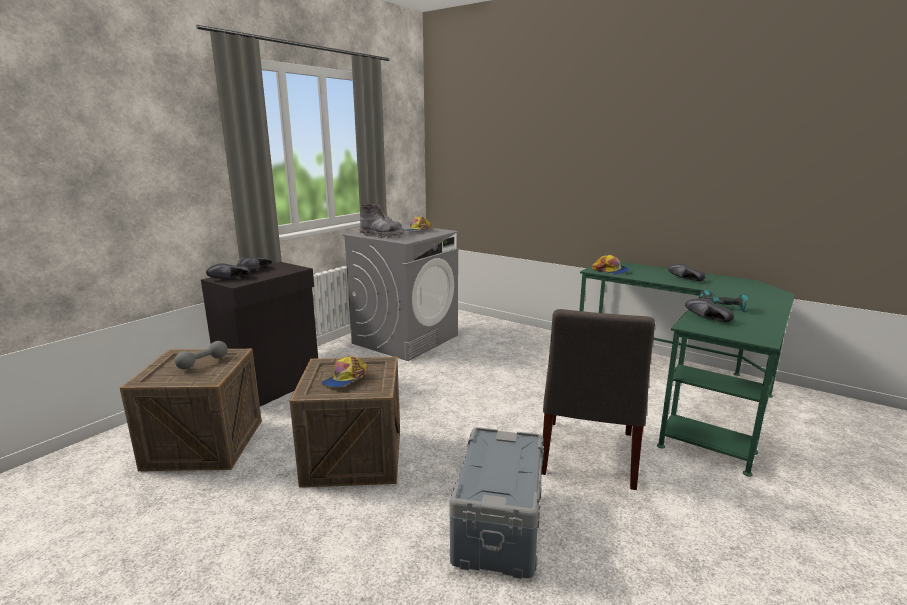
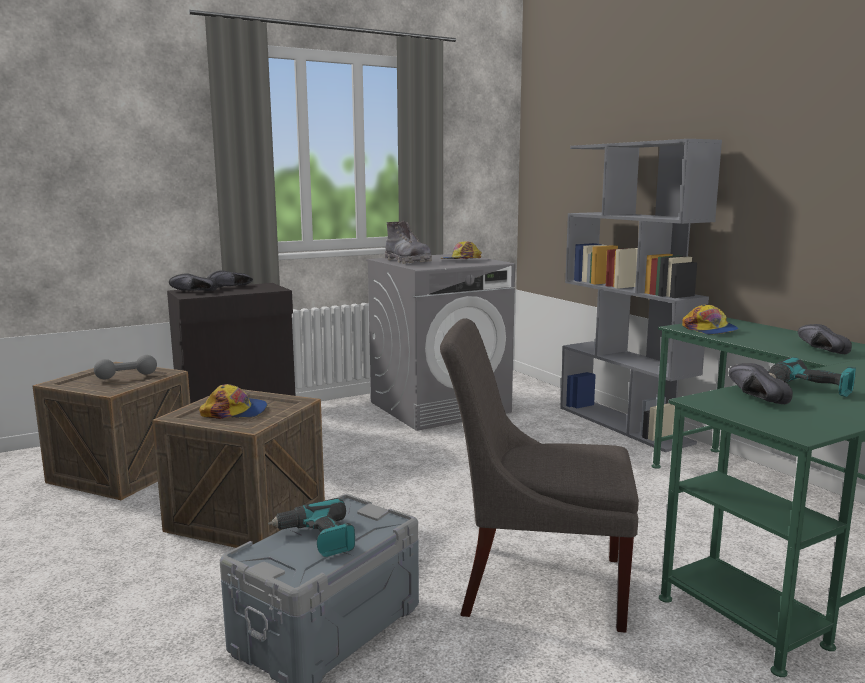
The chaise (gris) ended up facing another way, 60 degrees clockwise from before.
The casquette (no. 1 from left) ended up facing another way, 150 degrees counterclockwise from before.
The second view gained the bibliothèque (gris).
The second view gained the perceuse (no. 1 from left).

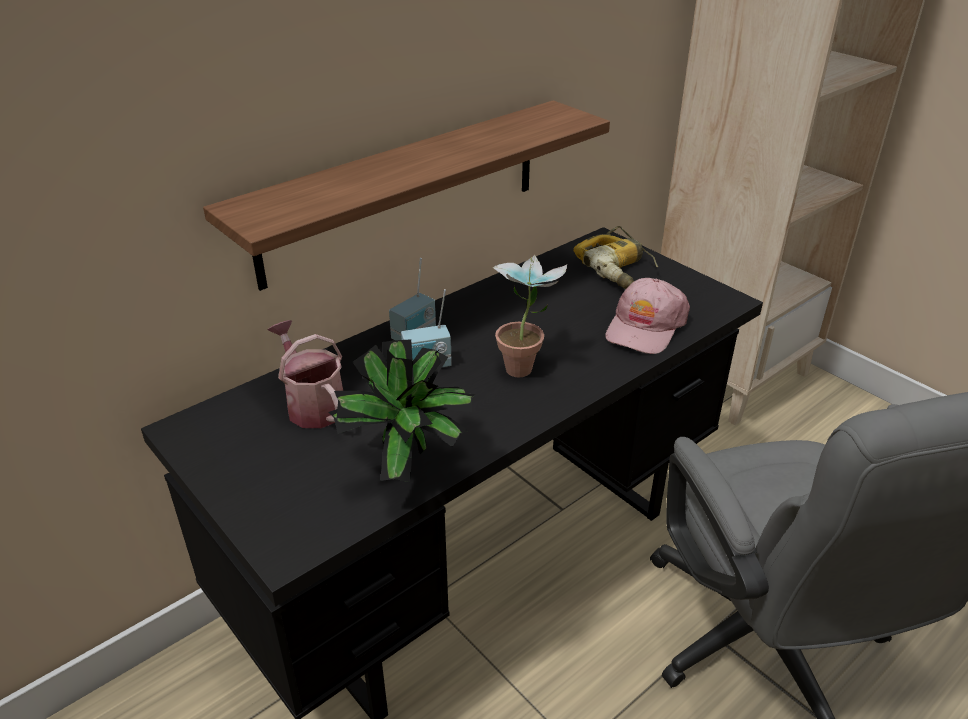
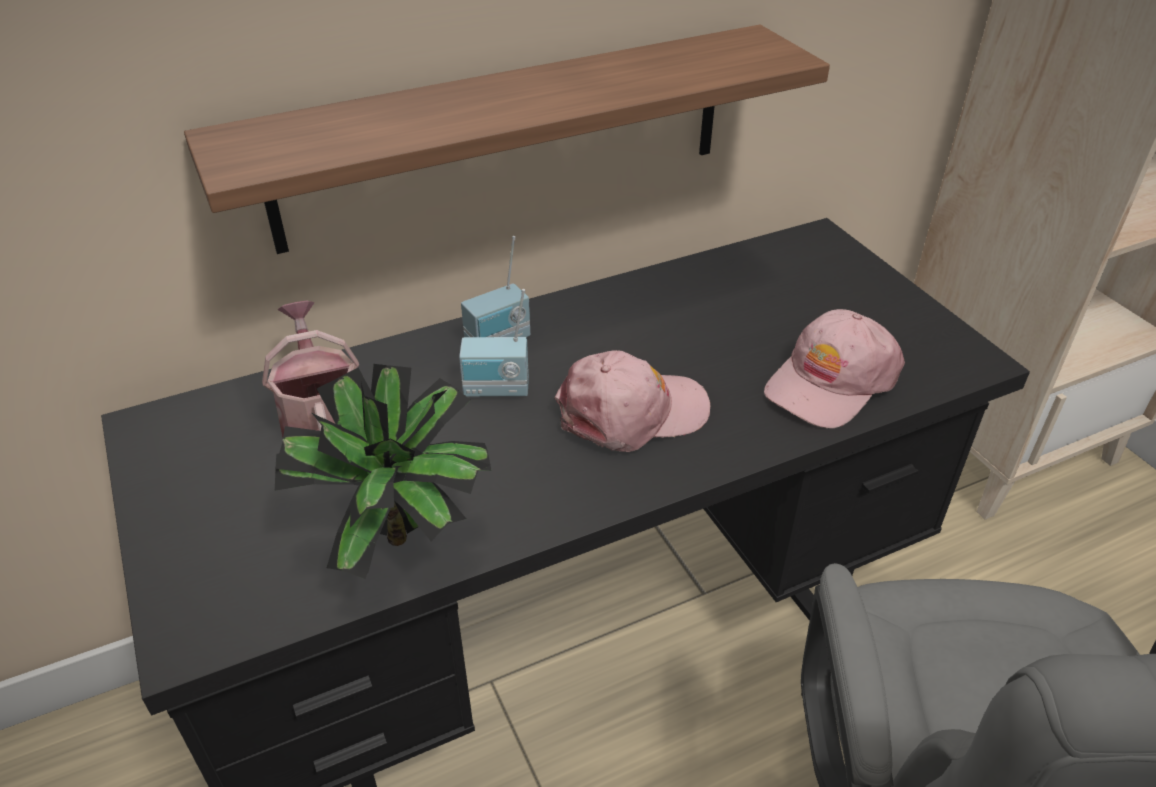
The second view lost the perceuse.
Where the plante en pot (no. 2 from left) stood, the casquette (rose) (no. 1 from left) came to stand.

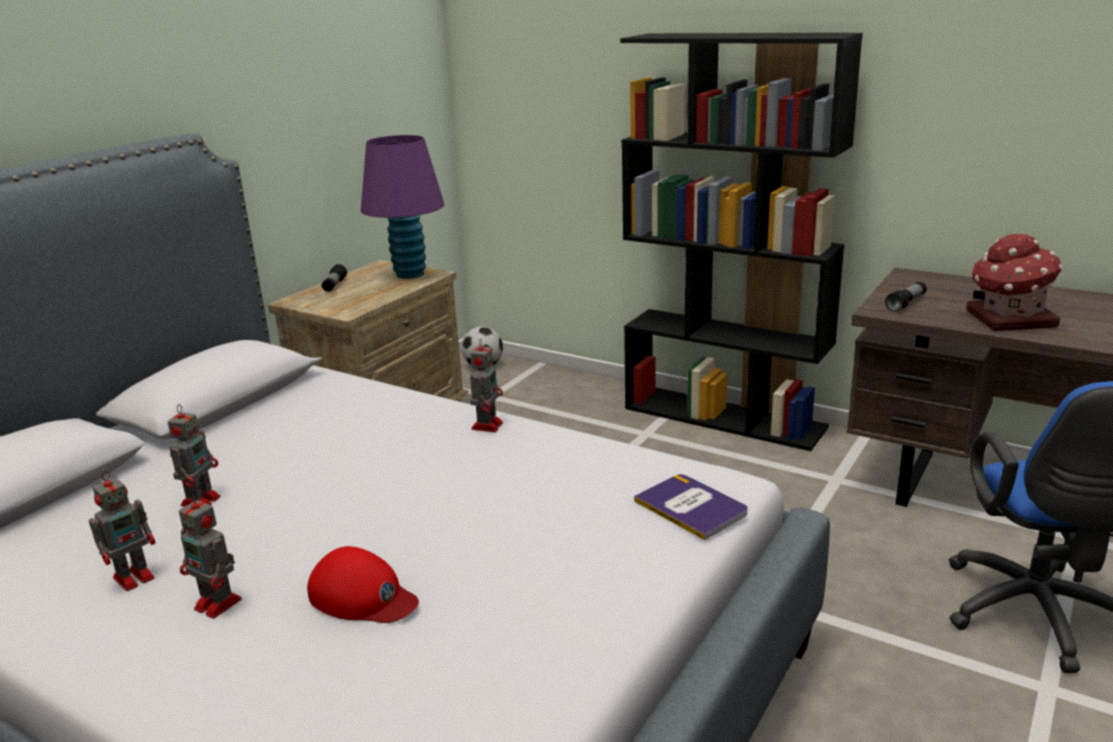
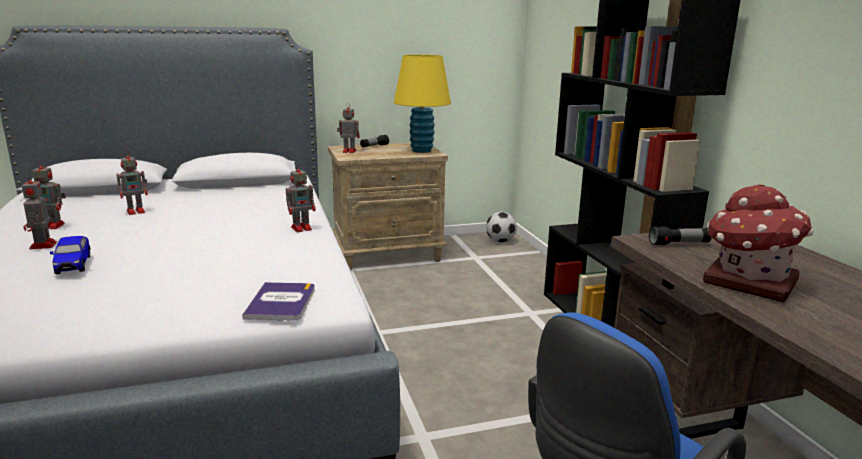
What was the lampe de table (violet) turned into the lampe de table (jaune).
Where the casquette (rouge) stood, the petite voiture came to stand.
The second view gained the robot jouet (no. 5 from left).

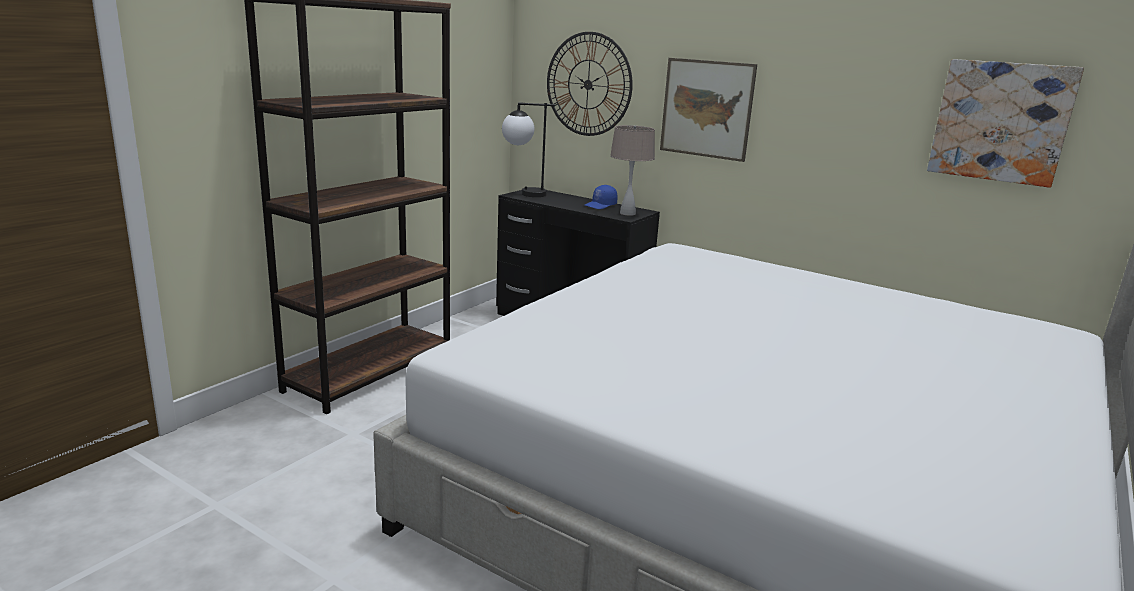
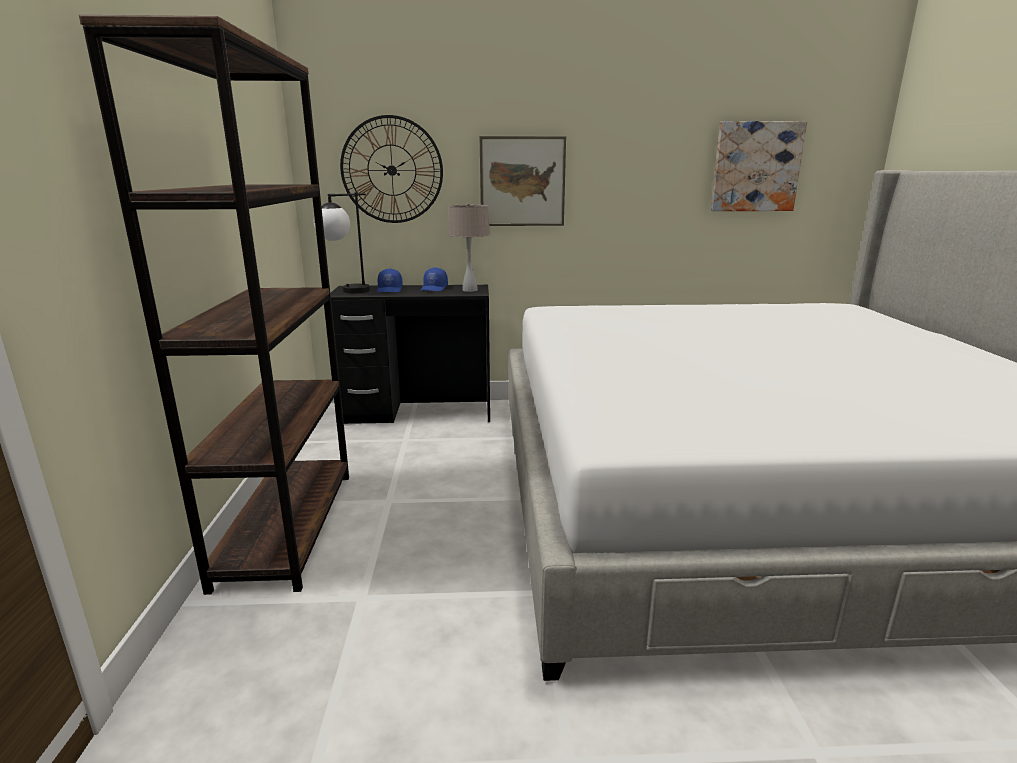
The second view gained the casquette (bleu) (no. 1 from left).

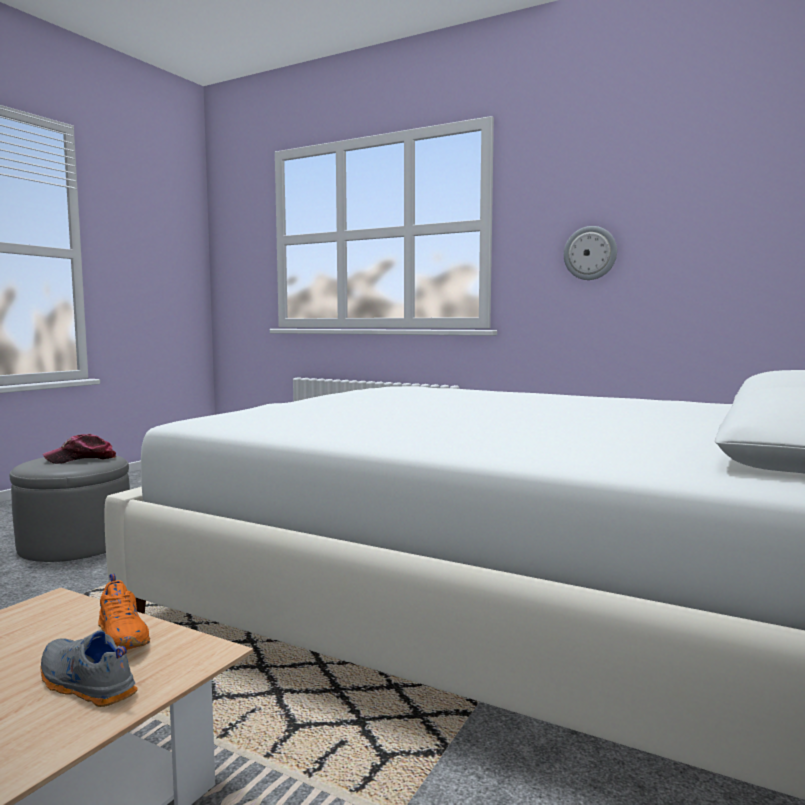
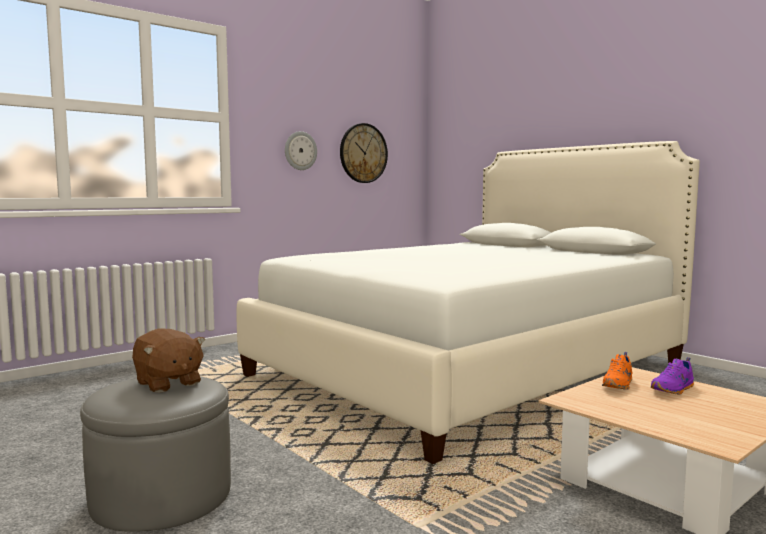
Where the casquette stood, the peluche (marron) came to stand.
The chaussure (orange) ended up facing another way, 135 degrees clockwise from before.
What was the chaussure (gris) turned into the chaussure (violet).
The second view gained the horloge murale (no. 2 from left).

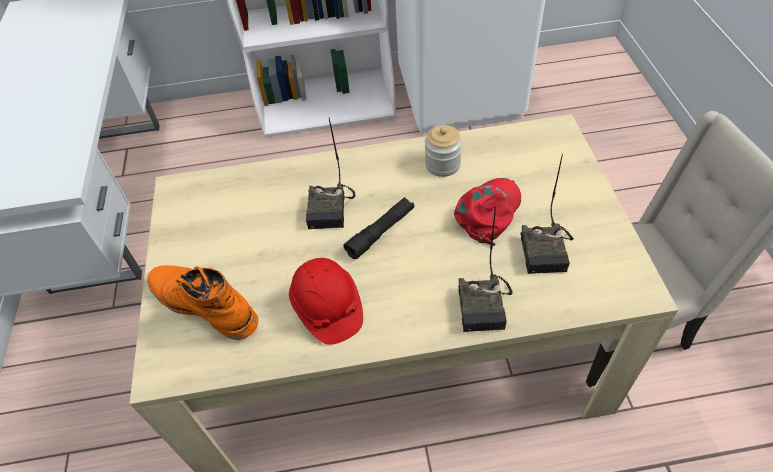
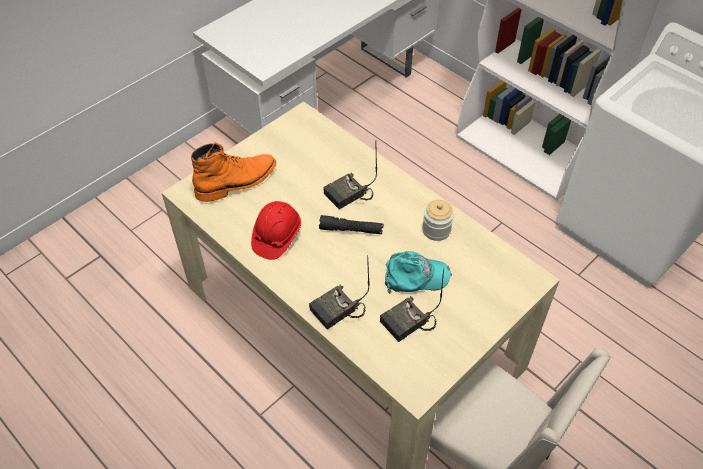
What was the casquette (rouge) turned into the casquette (turquoise).
The botte (orange) ended up facing another way, 60 degrees clockwise from before.

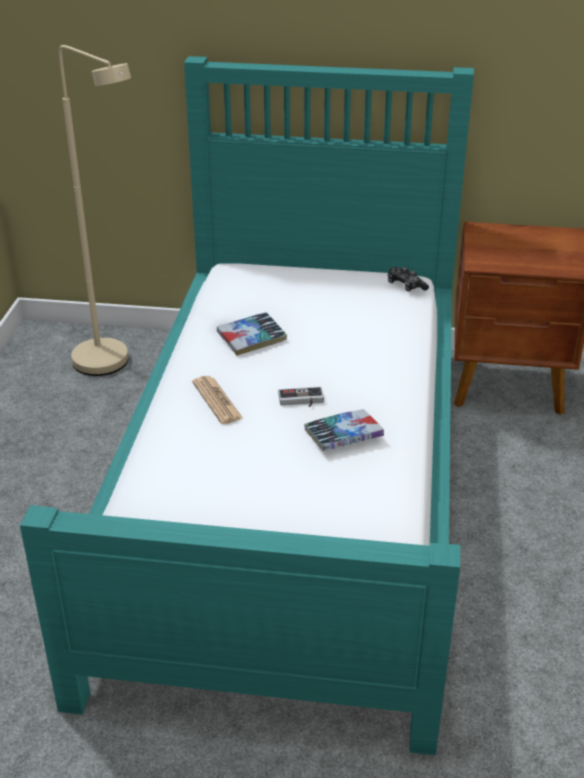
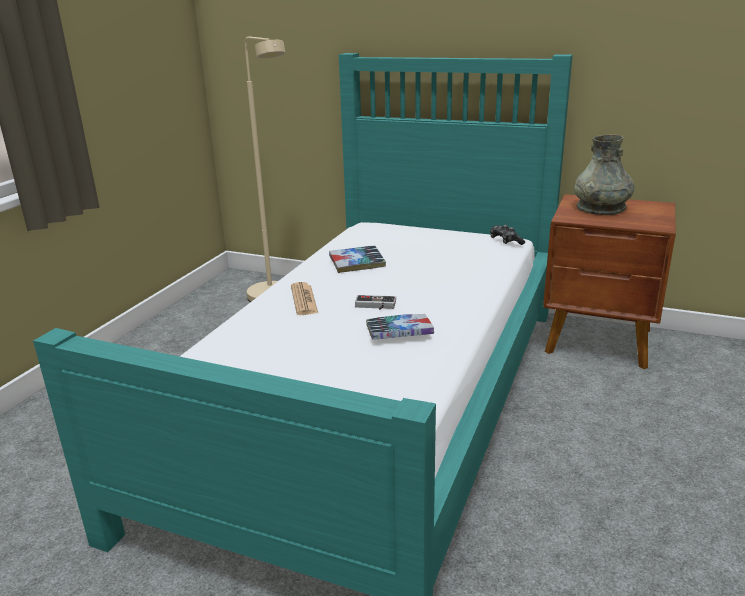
The second view gained the vase (gris).

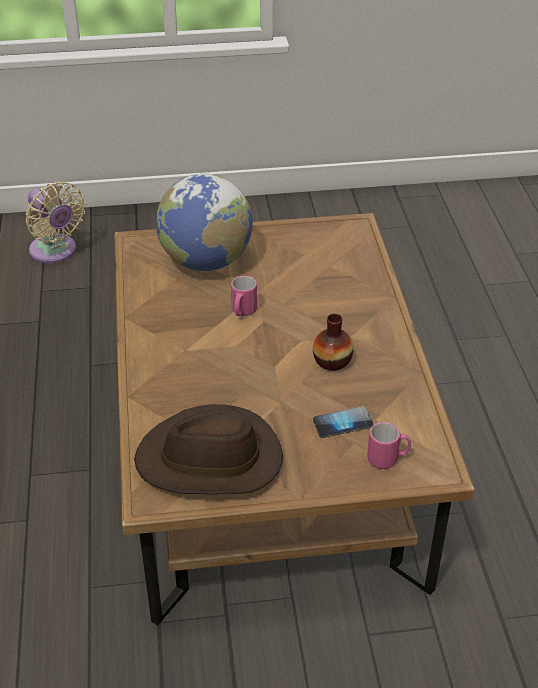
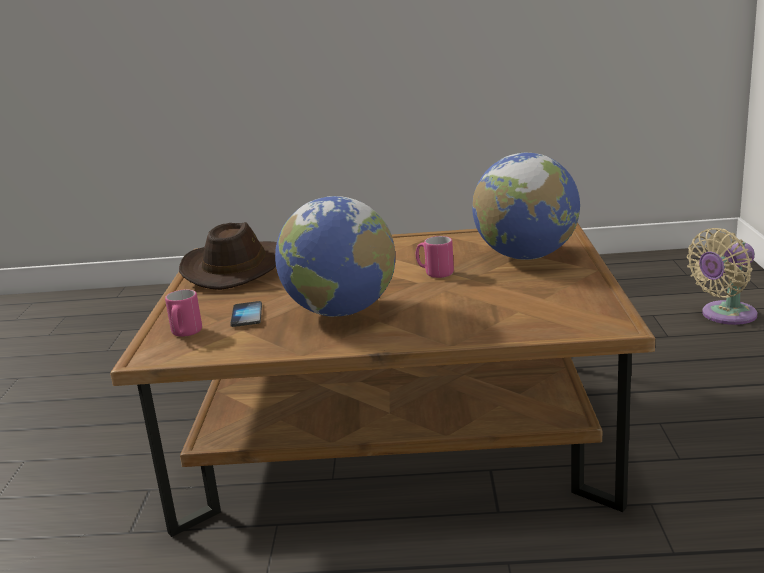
Where the vase stood, the globe (no. 1 from left) came to stand.

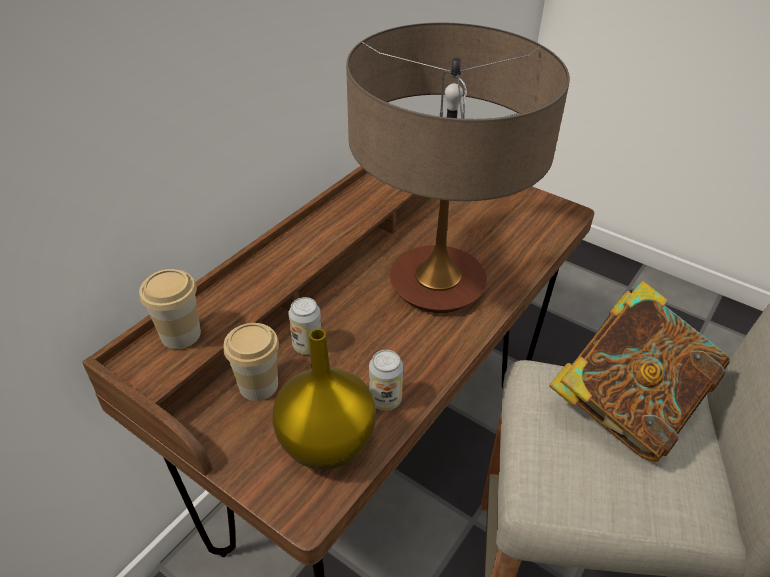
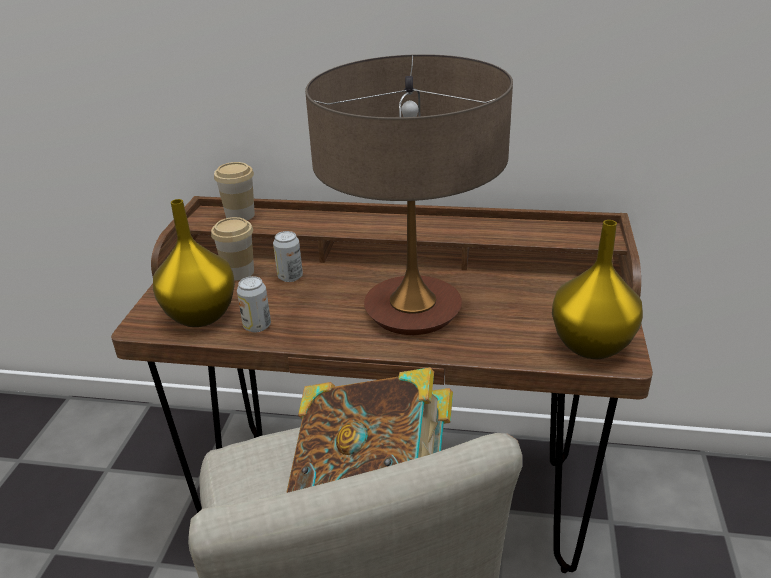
The second view gained the vase (jaune) (no. 2 from left).

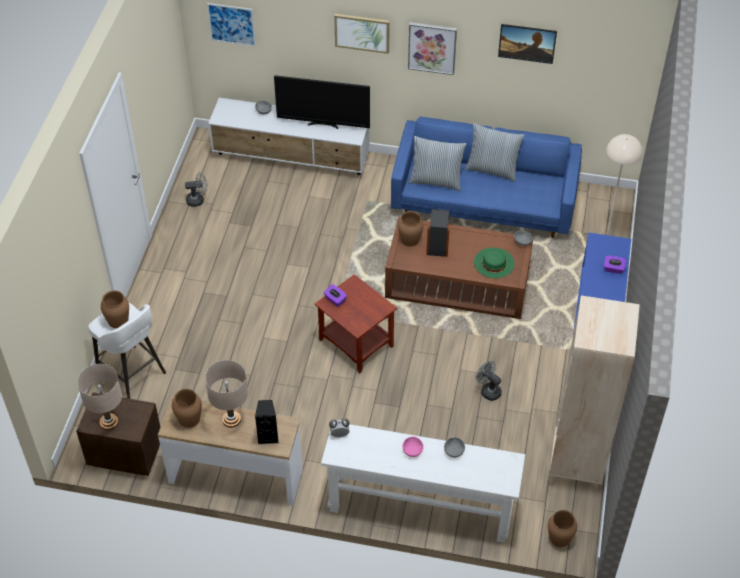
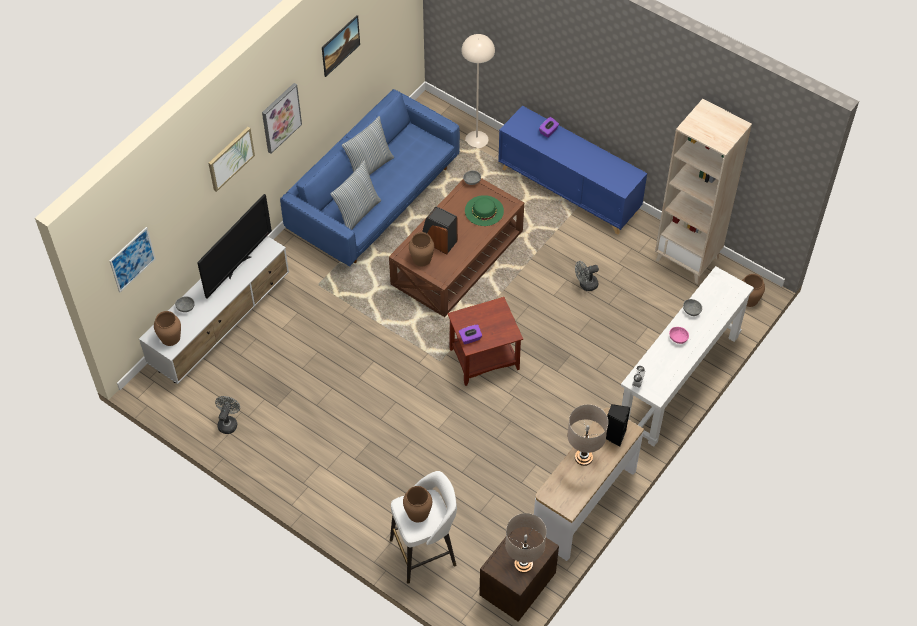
The vase (marron) (no. 2 from left in the first image) ended up elsewhere.

